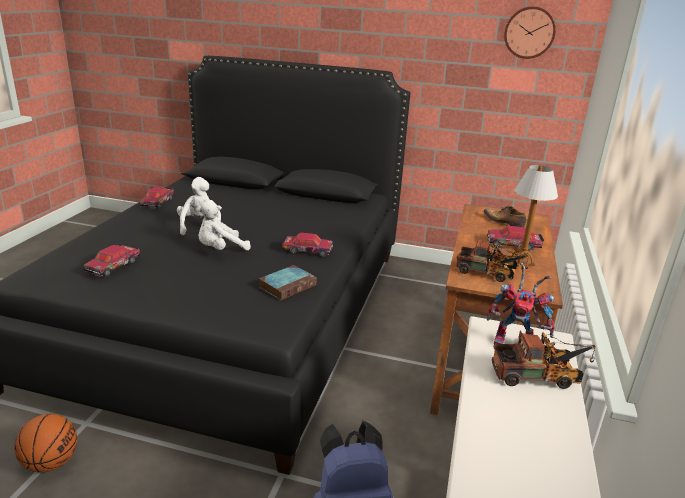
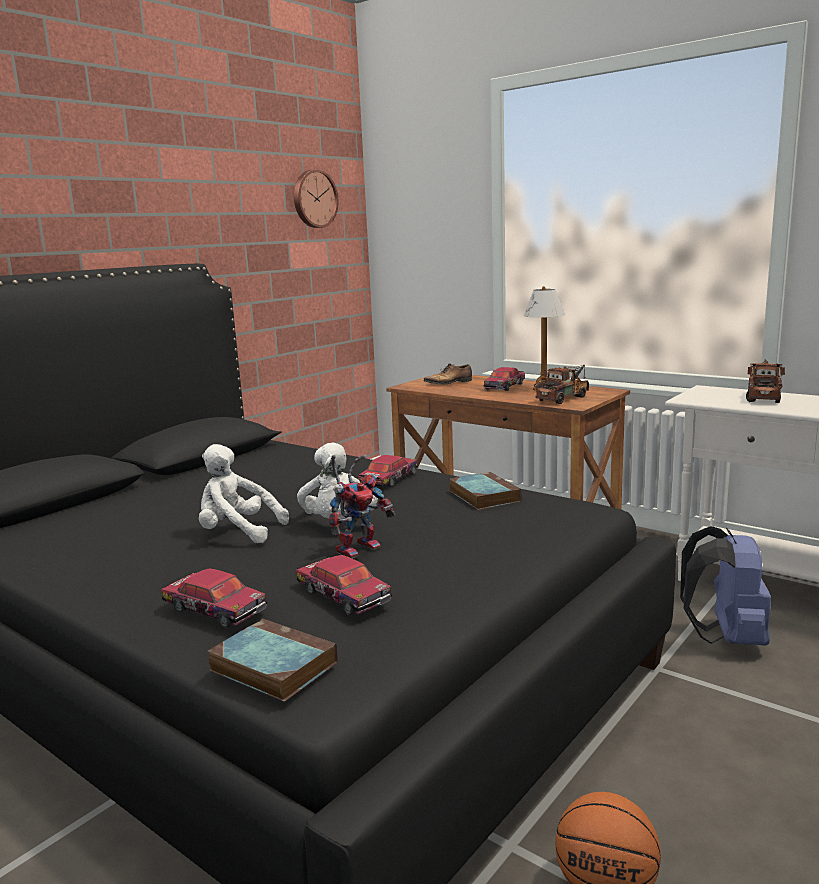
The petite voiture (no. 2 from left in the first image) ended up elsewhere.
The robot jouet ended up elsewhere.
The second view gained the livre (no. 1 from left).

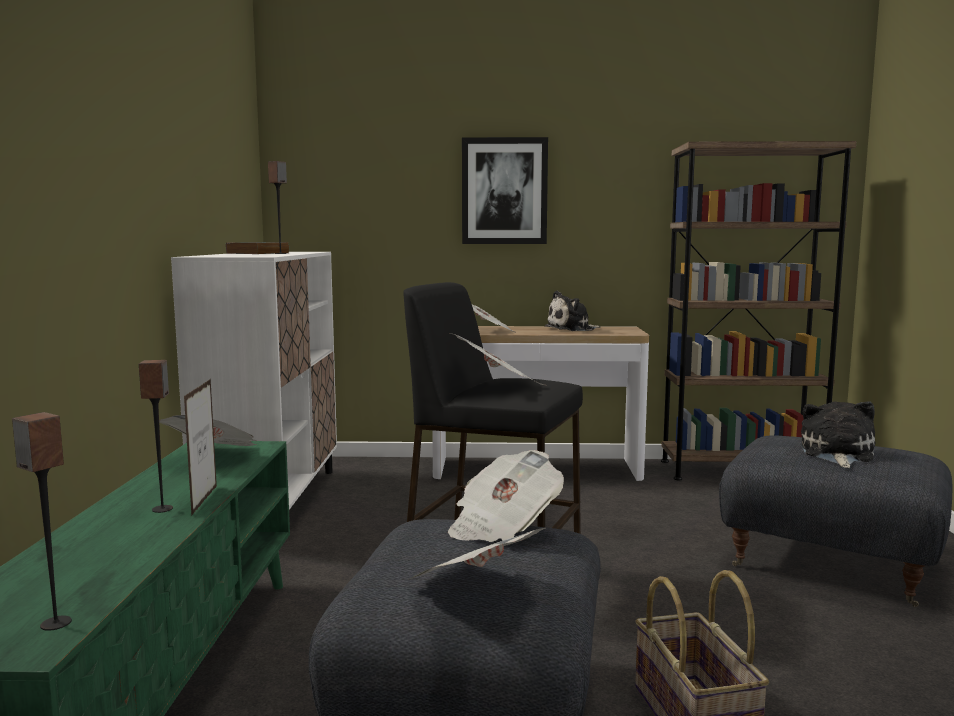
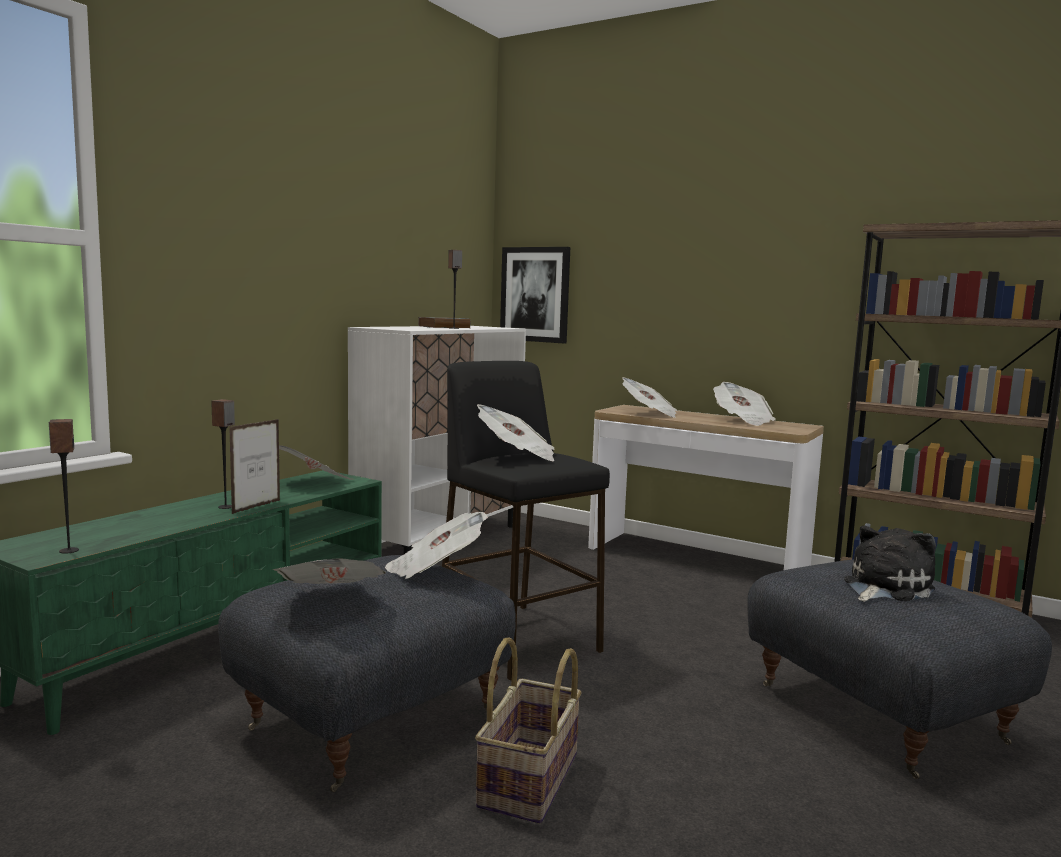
The tableau ended up elsewhere.
Where the peluche (no. 1 from left) stood, the journal (no. 6 from left) came to stand.

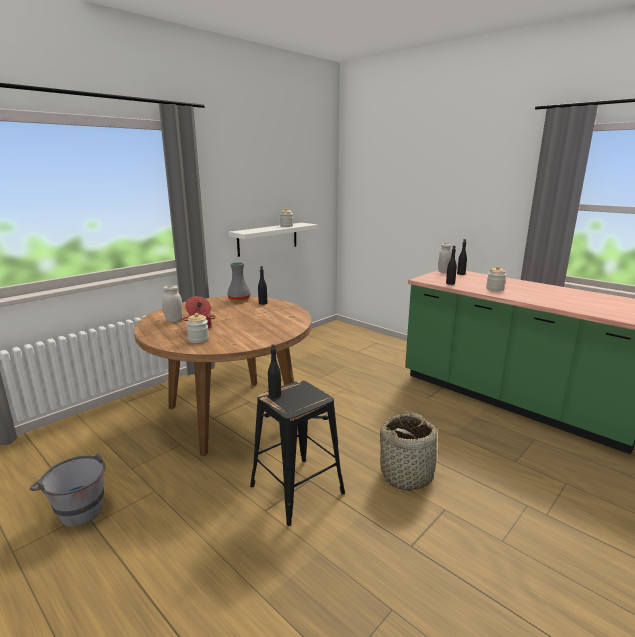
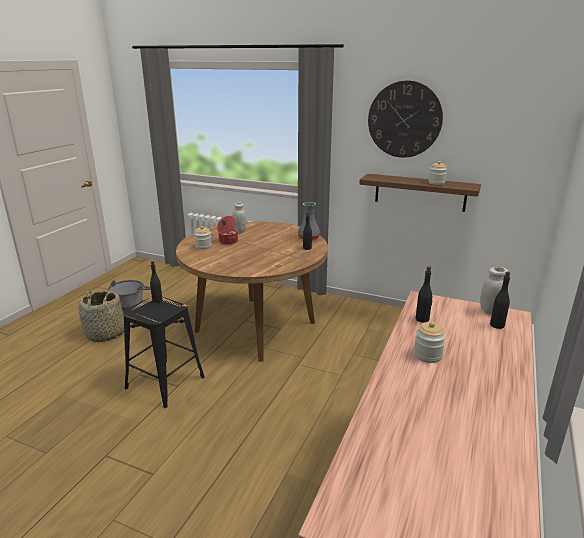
What was the étagère (blanc) turned into the étagère (marron).
The panier ended up elsewhere.
The second view gained the horloge murale.

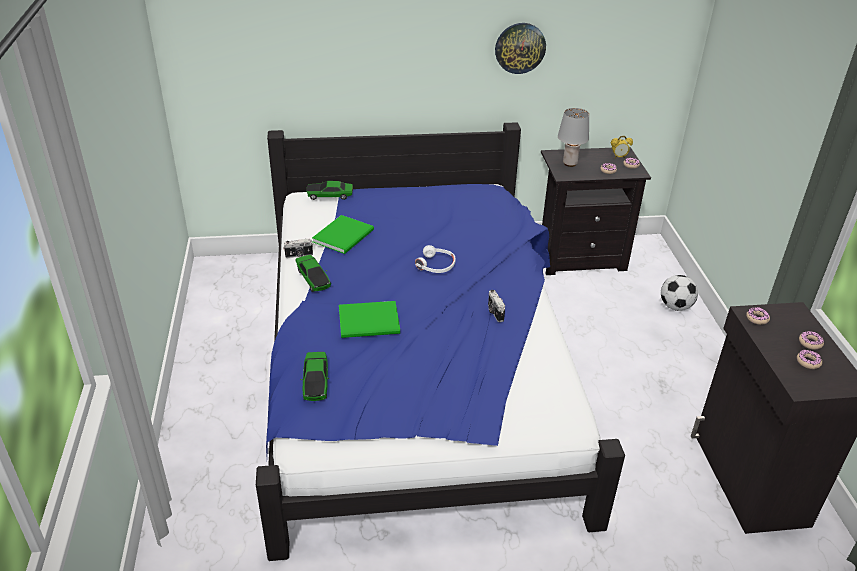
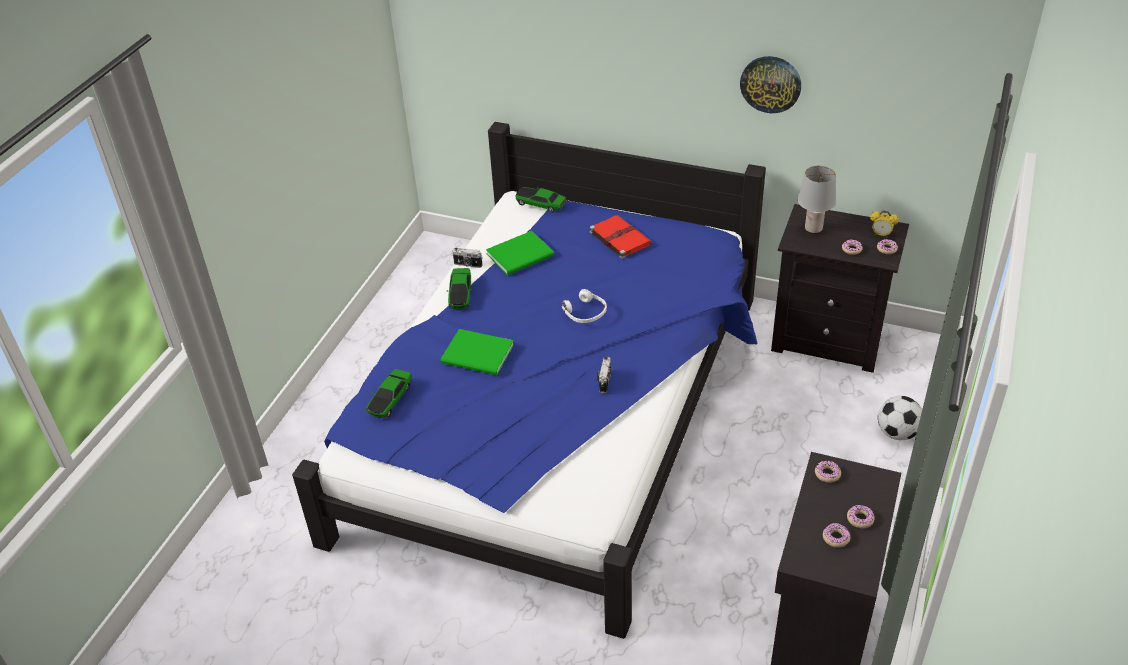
The second view gained the livre (rouge).

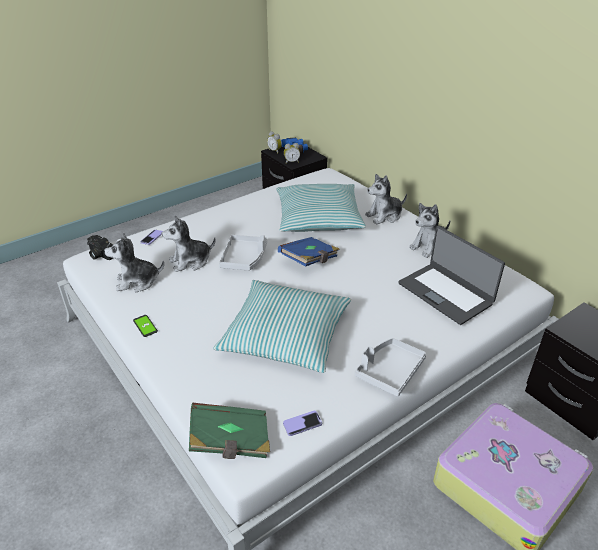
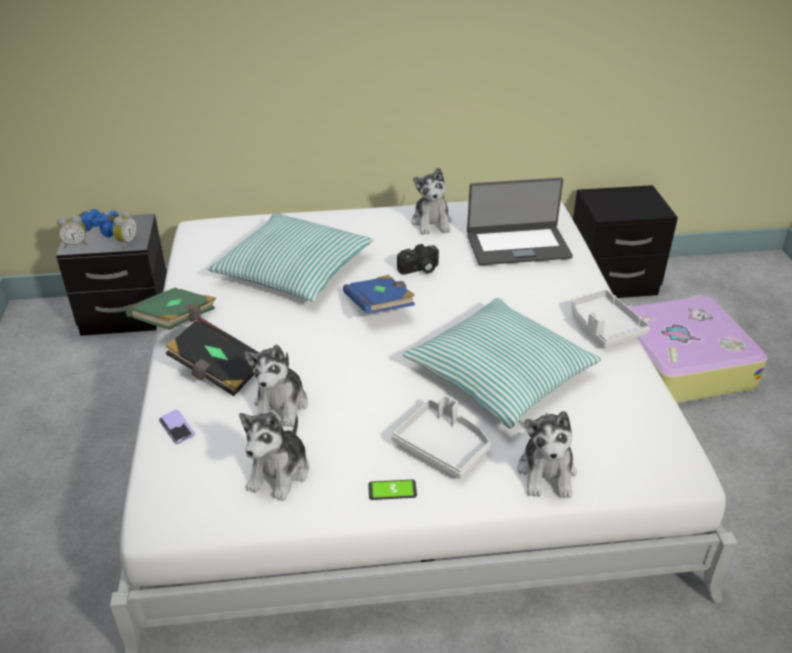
The peluche (no. 3 from left in the first image) ended up elsewhere.
The appareil photo ended up elsewhere.
The plateau (gris) (no. 1 from left) ended up elsewhere.
The livre (vert) ended up elsewhere.
The second view lost the téléphone (no. 3 from left).
The second view gained the livre (noir).

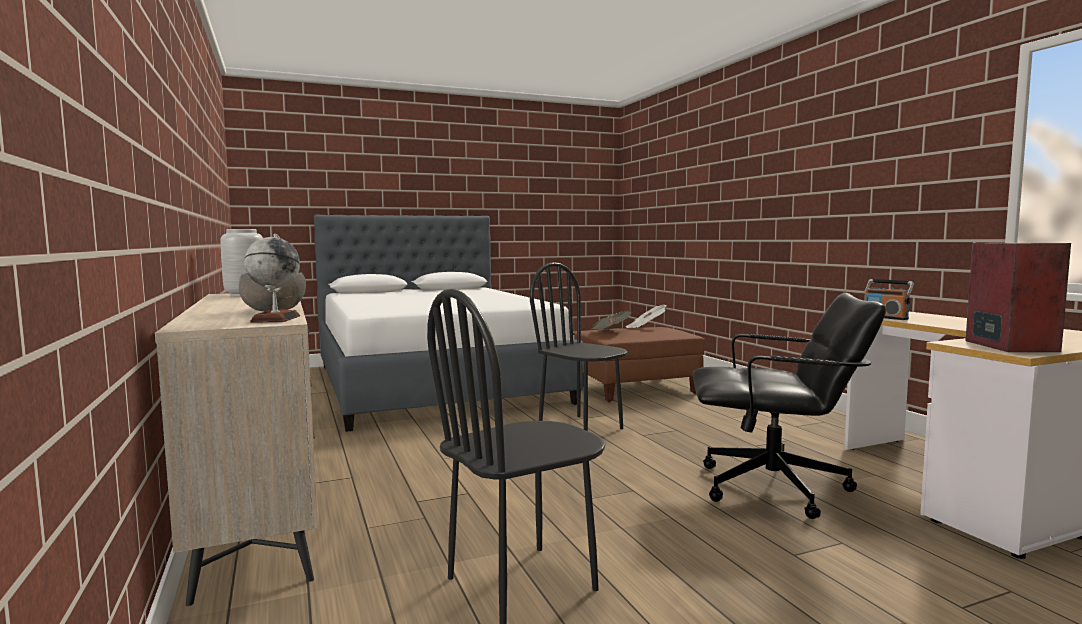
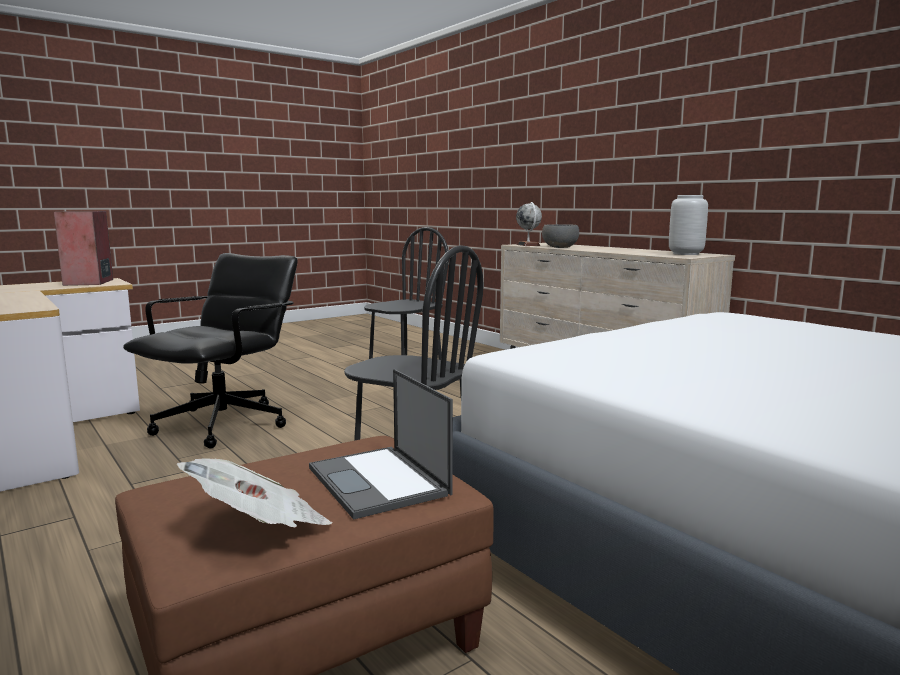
The second view lost the radio.
The chaise de bureau (noir) ended up facing another way, 120 degrees clockwise from before.
Where the journal (no. 1 from left) stood, the ordinateur portable came to stand.

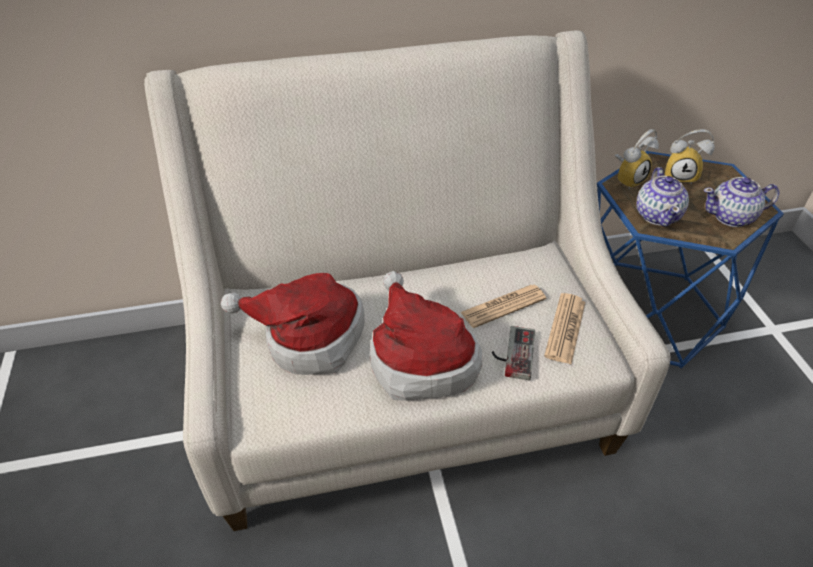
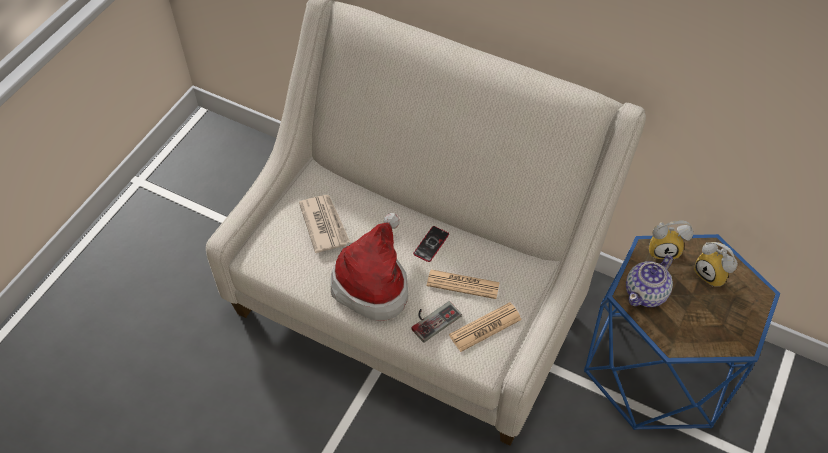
The second view lost the théière (no. 2 from left).
Where the chapeau (no. 1 from left) stood, the journal (no. 1 from left) came to stand.
The second view gained the téléphone.

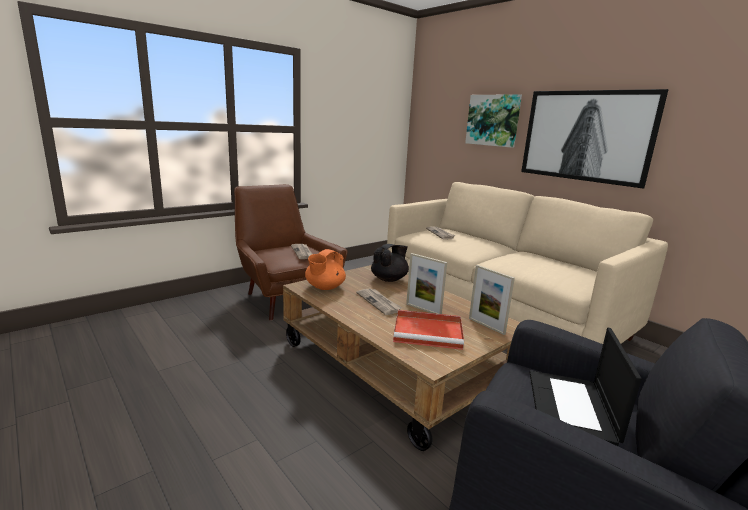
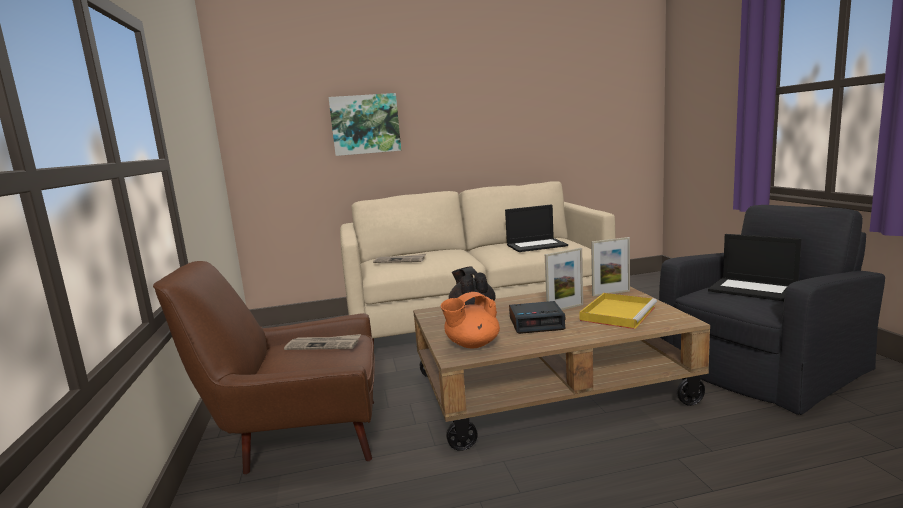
The second view lost the tableau (no. 2 from left).
The théière (orange) ended up facing another way, 90 degrees clockwise from before.
Where the journal (no. 2 from left) stood, the réveil came to stand.
What was the plateau (rouge) turned into the plateau (jaune).
The second view gained the ordinateur portable (no. 1 from left).

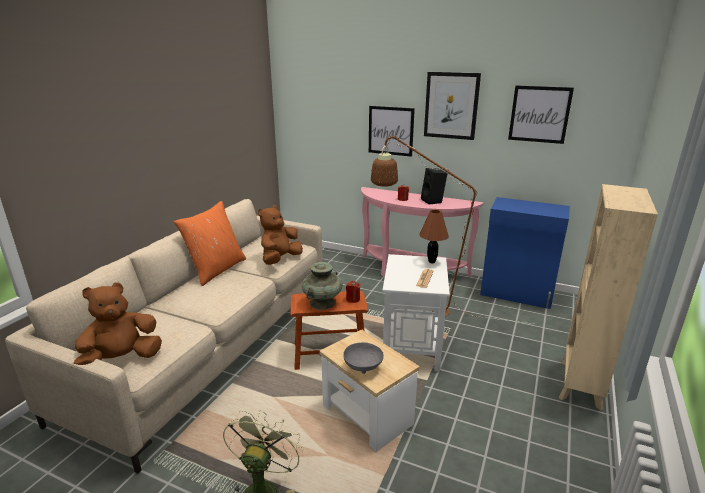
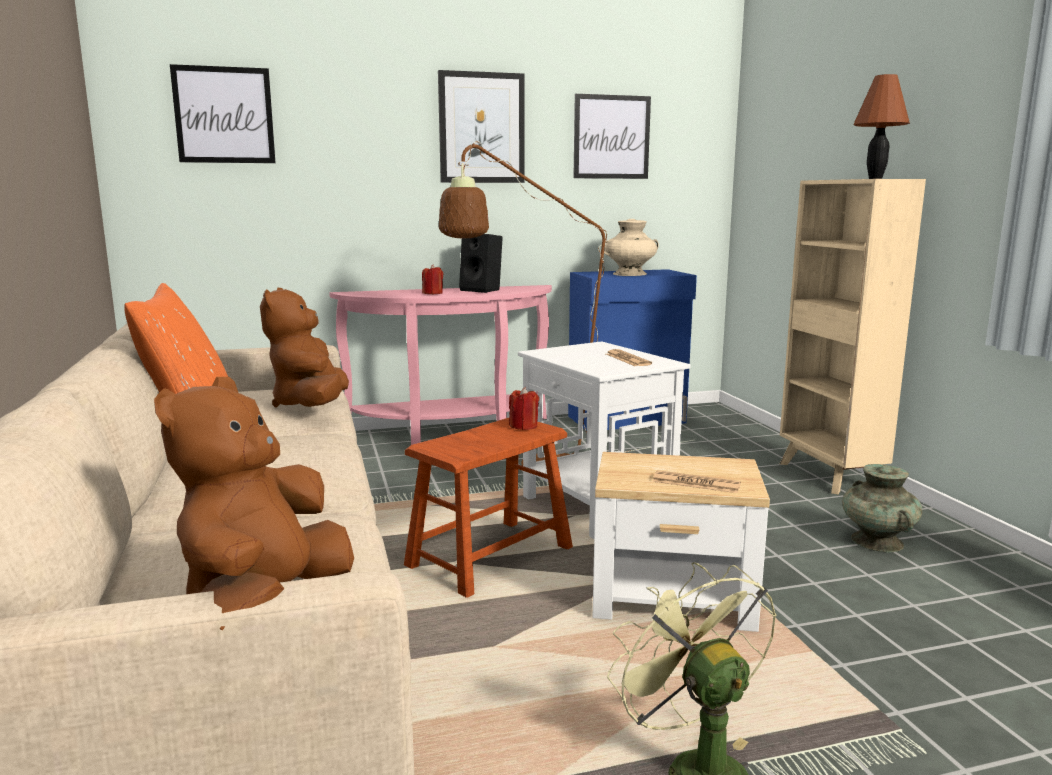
The tableau (no. 1 from left) ended up elsewhere.
The lampe de table (marron) ended up elsewhere.
The vase (turquoise) ended up elsewhere.
Where the bol (gris) stood, the journal (no. 2 from left) came to stand.
The second view gained the vase (beige).

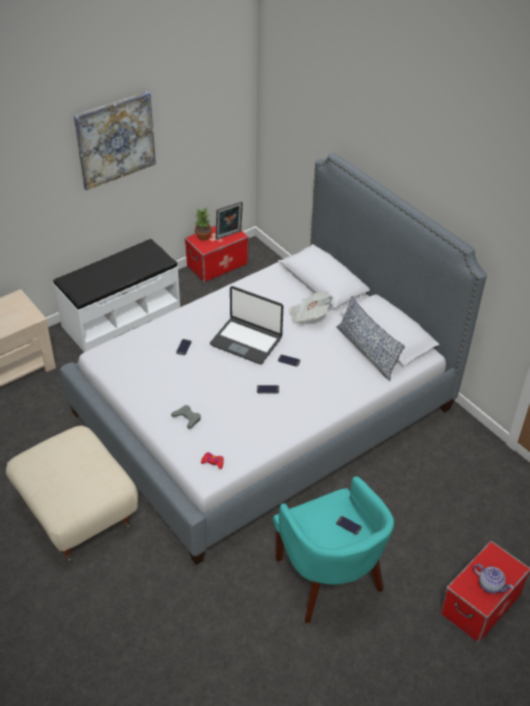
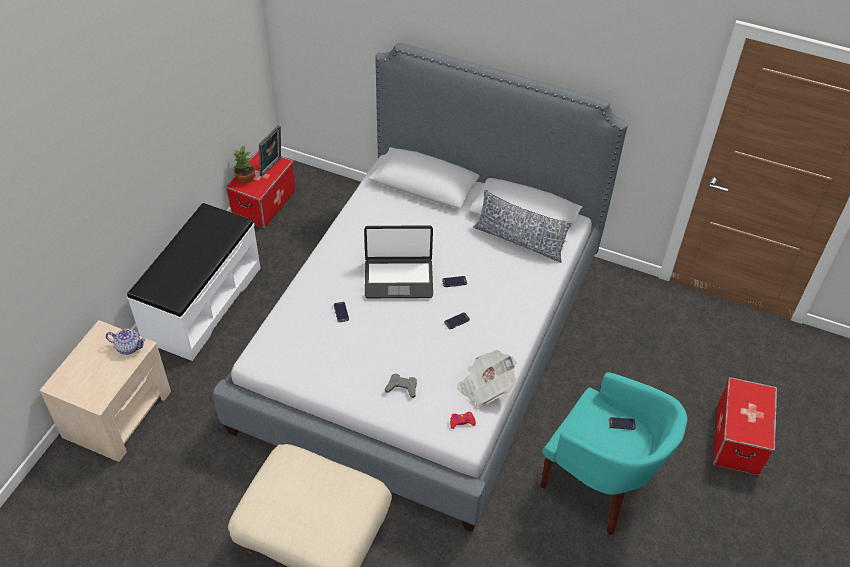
The second view lost the tableau.
The journal ended up elsewhere.
The théière ended up elsewhere.

